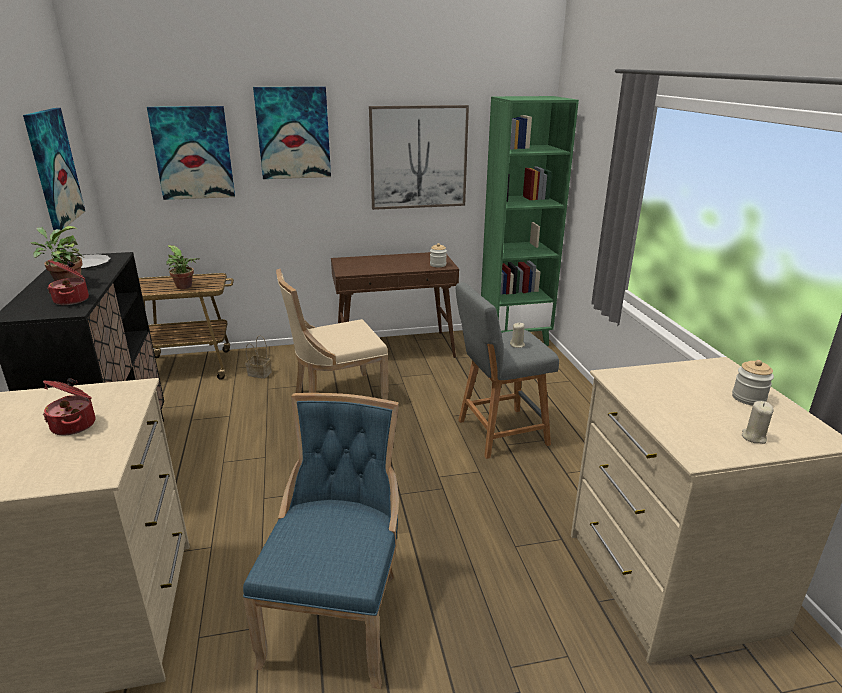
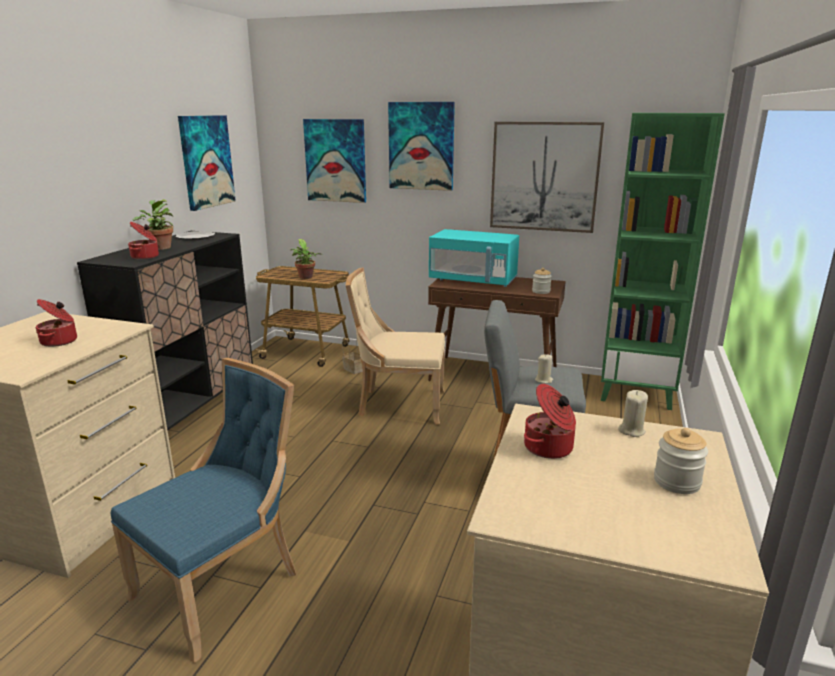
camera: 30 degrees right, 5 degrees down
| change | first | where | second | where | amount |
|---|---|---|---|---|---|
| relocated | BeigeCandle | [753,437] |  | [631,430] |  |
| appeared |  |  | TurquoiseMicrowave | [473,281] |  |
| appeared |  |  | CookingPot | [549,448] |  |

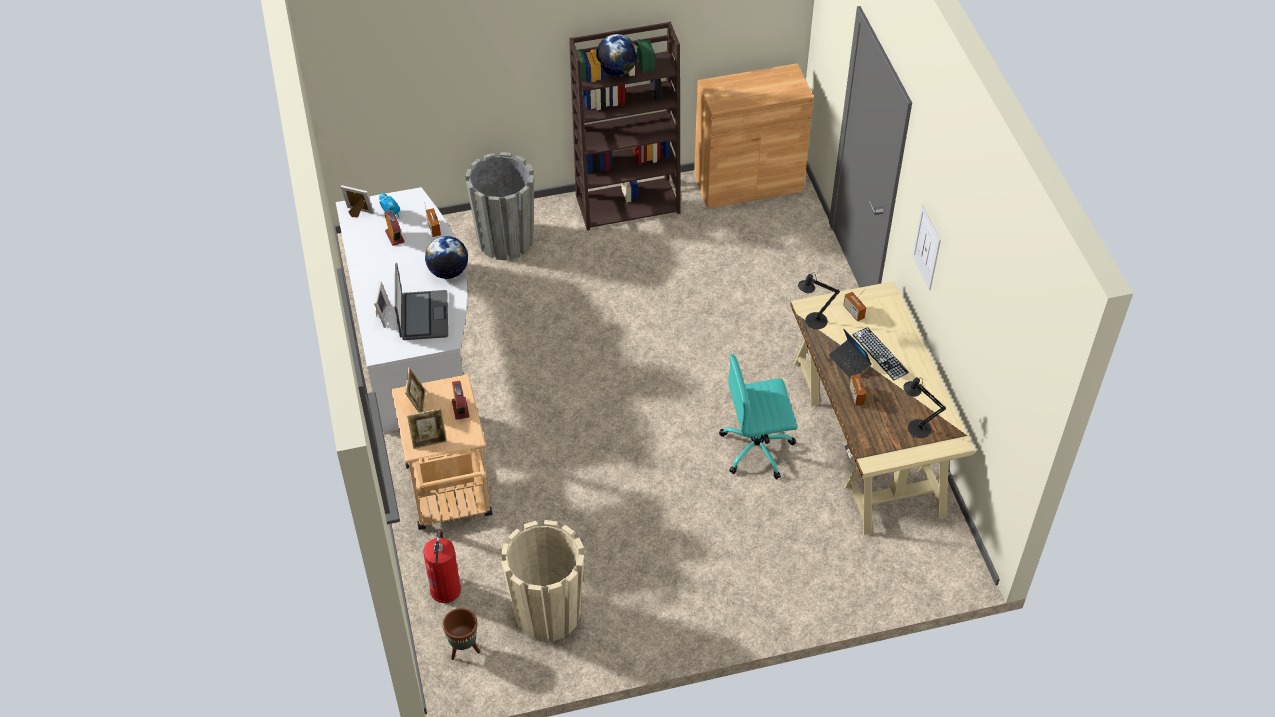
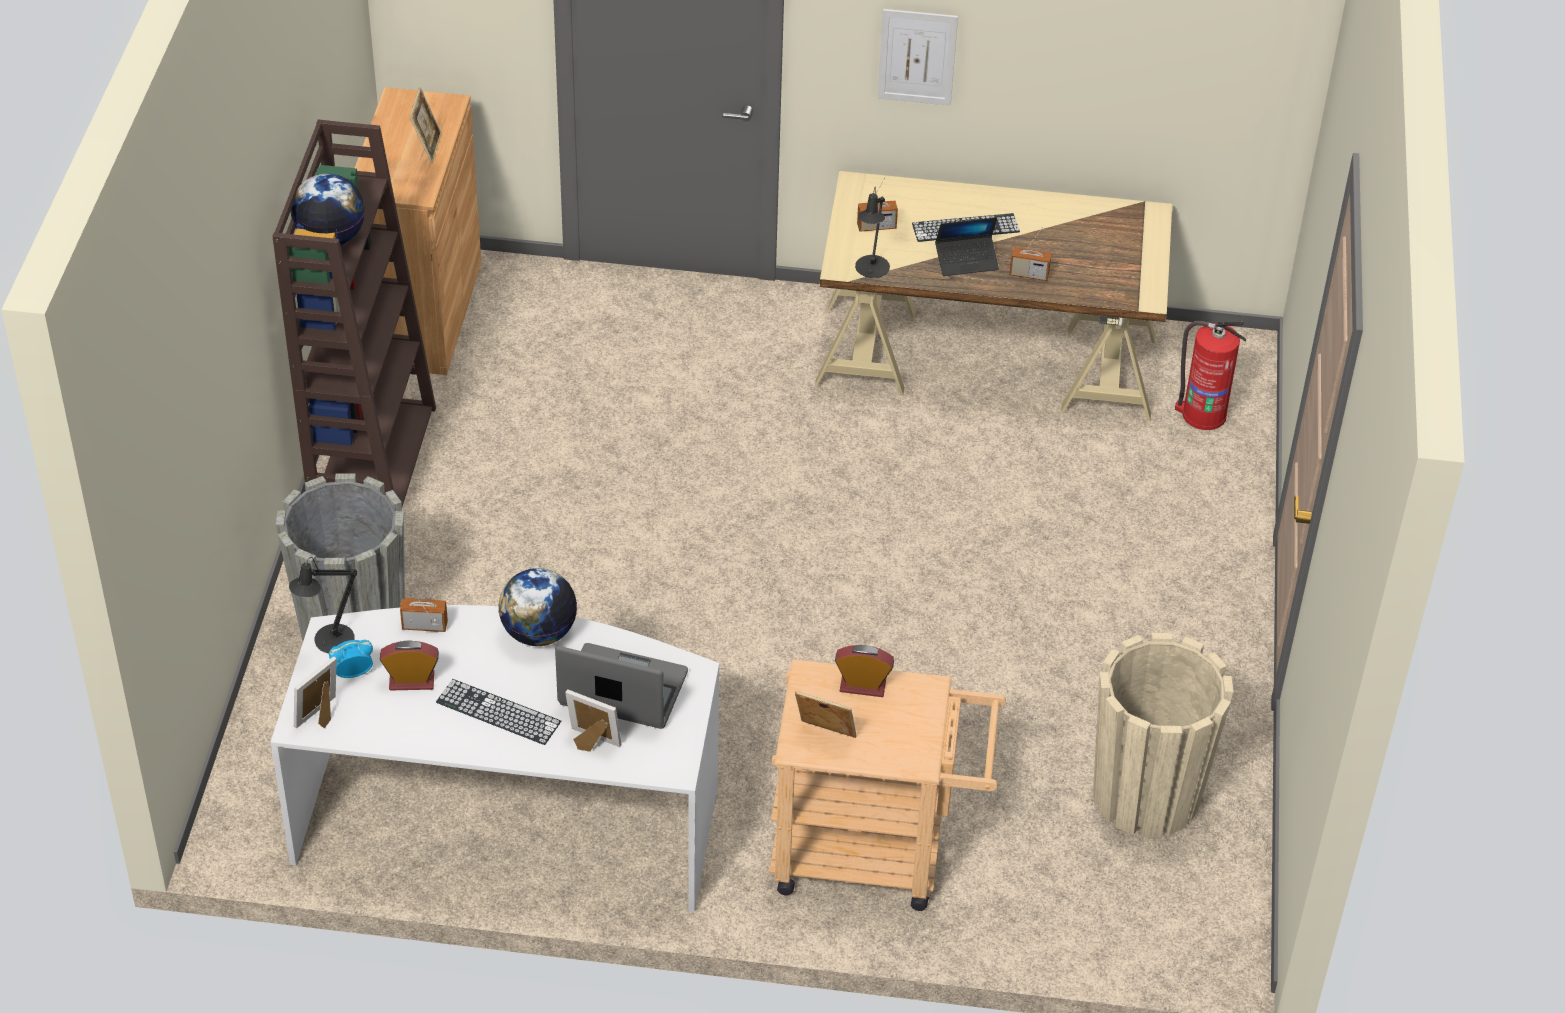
camera: 70 degrees left, 5 degrees down
| change | first | where | second | where | amount |
|---|---|---|---|---|---|
| relocated | PictureFrame | [429,440] |  | [427,147] |  |
| relocated | FireExtinguisher | [445,588] |  | [1202,414] |  |
| missing | BrownPlanter | [463,649] |  |  |  |
| missing | TurquoiseOfficeChair | [758,448] |  |  |  |
| relocated | BlackTableLamp | [916,427] |  | [329,642] |  |
| appeared |  |  | Keyboard | [498,712] |  |

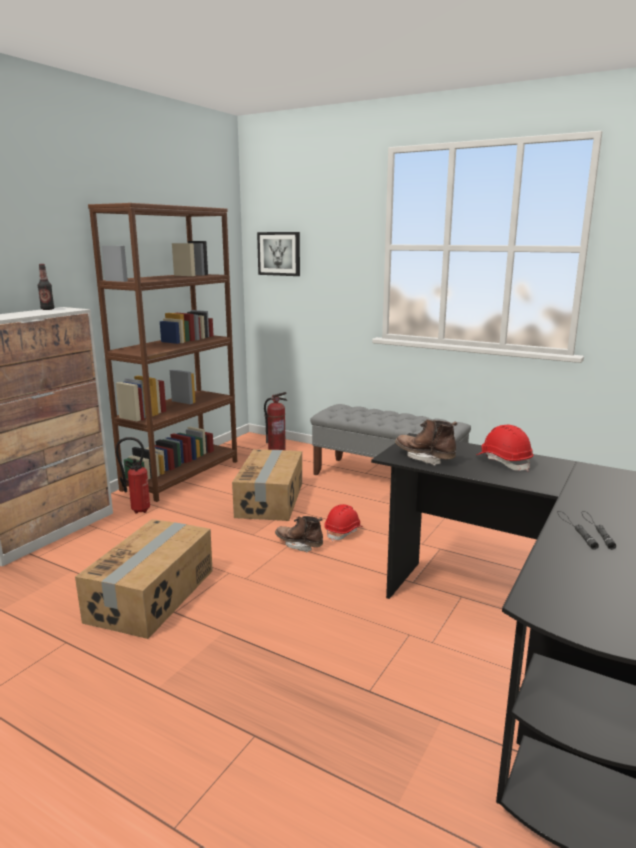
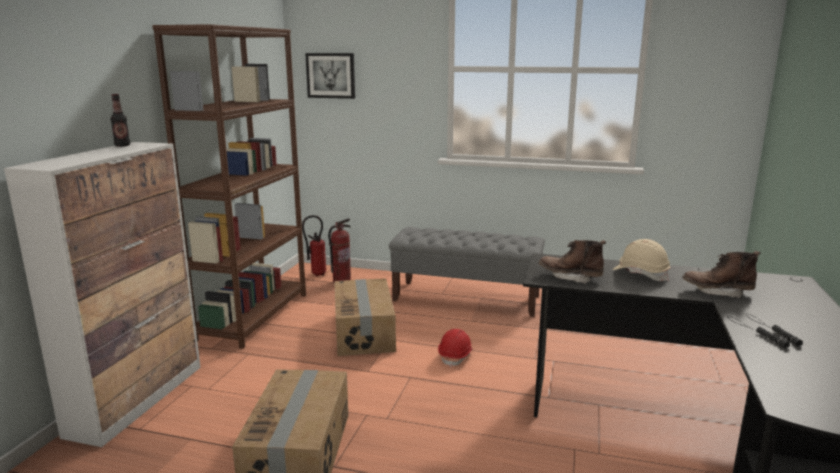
camera: 15 degrees left, 0 degrees up
| change | first | where | second | where | amount |
|---|---|---|---|---|---|
| relocated | FireExtinguisher | [137,510] |  | [316,274] |  |
| relocated | BrownBoot | [299,545] |  | [717,292] |  |
| colour | RedHardHat | [503,462] | BeigeHardHat | [640,274] |  |

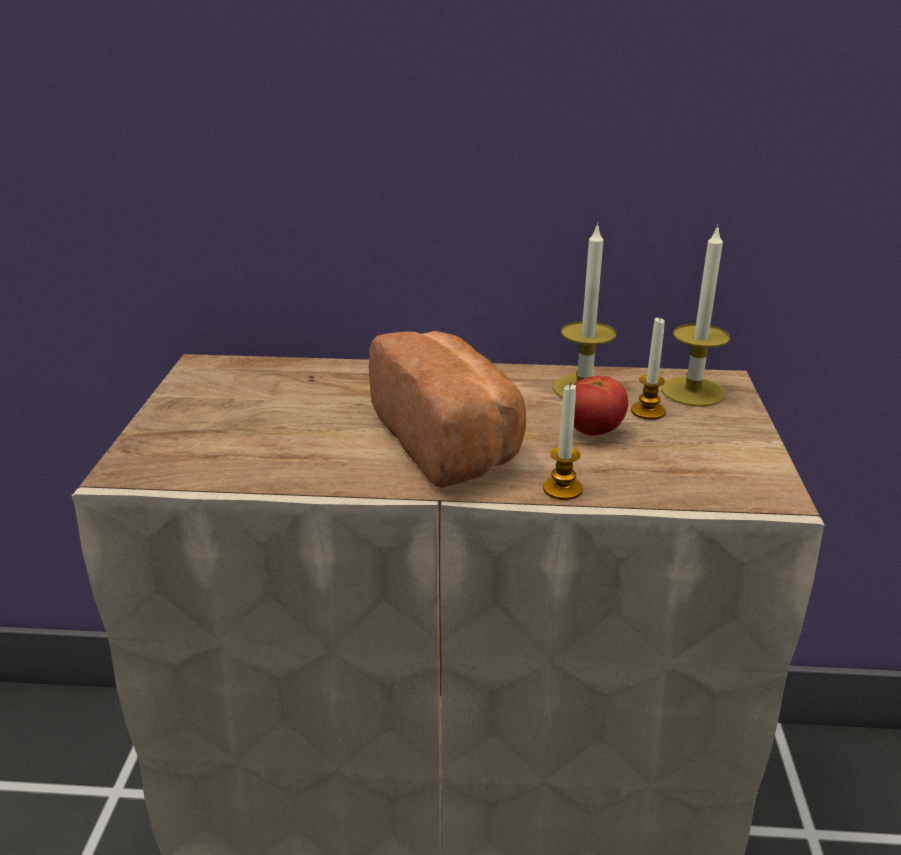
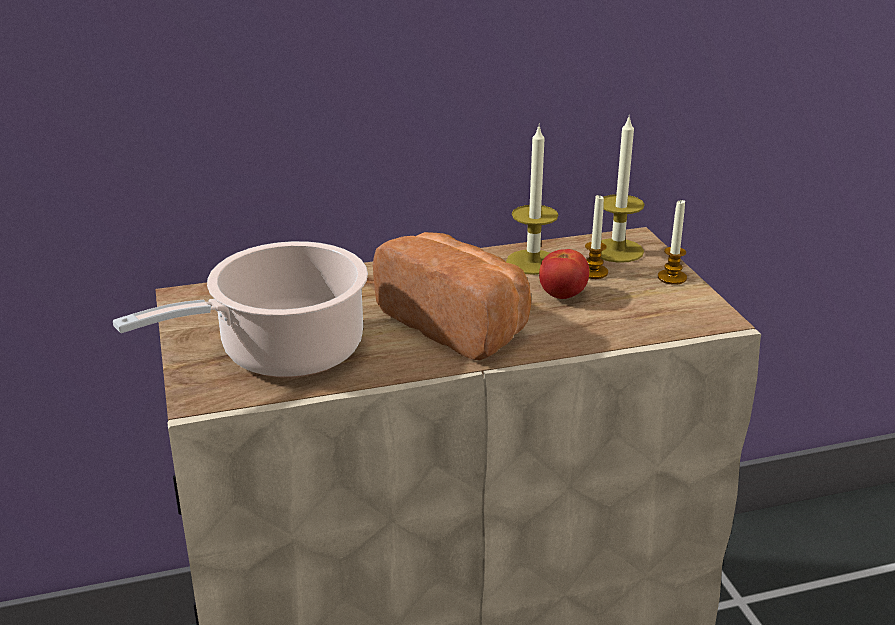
camera: 20 degrees left, 0 degrees up
| change | first | where | second | where | amount |
|---|---|---|---|---|---|
| relocated | Candle | [562,489] |  | [672,278] |  |
| appeared |  |  | CookingPot | [283,352] |  |

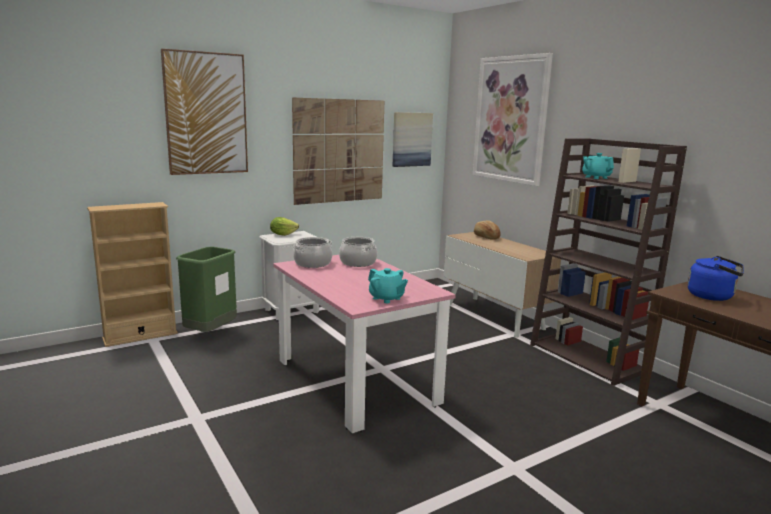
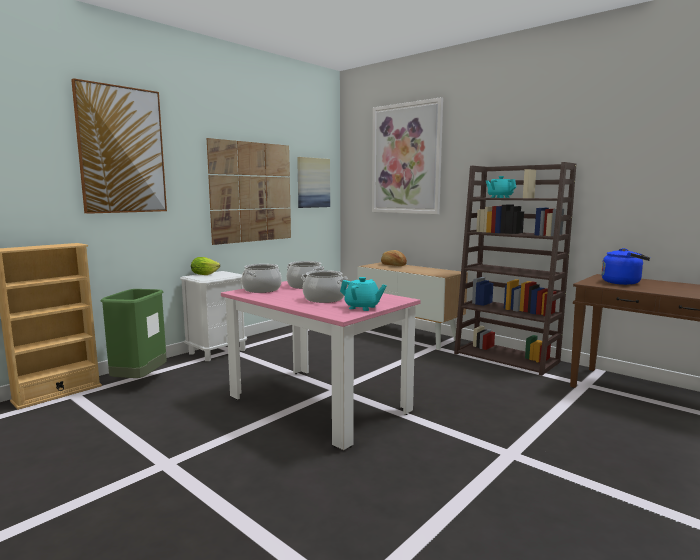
camera: 15 degrees left, 5 degrees down
| change | first | where | second | where | amount |
|---|---|---|---|---|---|
| appeared |  |  | CookingPot | [324,299] |  |

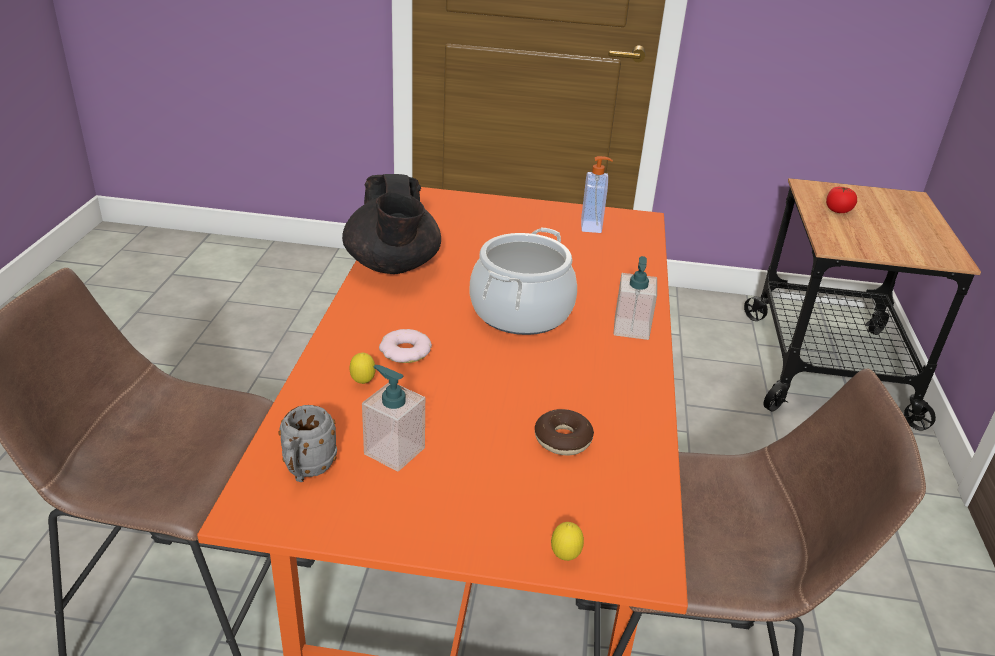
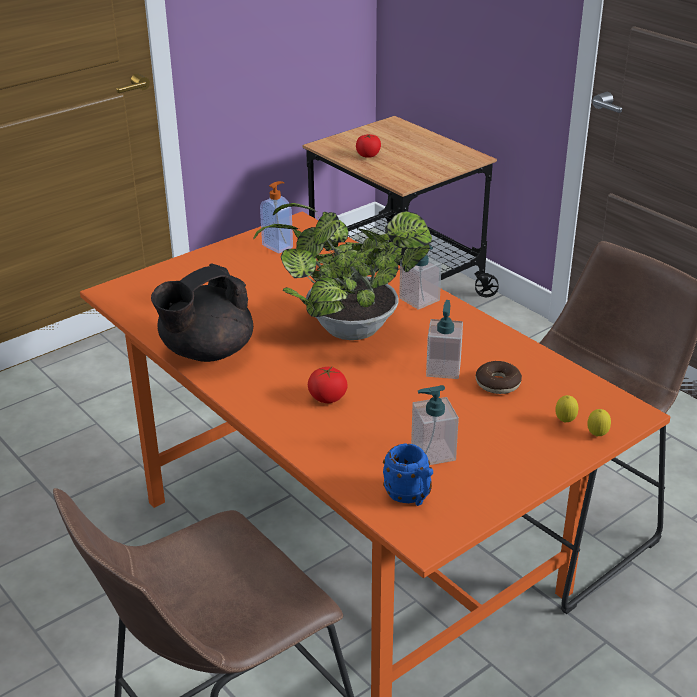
camera: 45 degrees left, 0 degrees up
| change | first | where | second | where | amount |
|---|---|---|---|---|---|
| colour | GreyMug | [306,470] | BlueMug | [410,497] |  |
| spun | BlackTeapot | [393,266] |  | [206,352] | 105 degrees clockwise |
| relocated | Lemon | [363,383] |  | [565,422] |  |
| exchanged | Donut | [405,351] | Tomato | [327,398] |  |
| exchanged | CookingPot | [521,312] | PottedPlant | [344,329] |  |
| appeared |  |  | SoapDispenser | [443,368] |  |

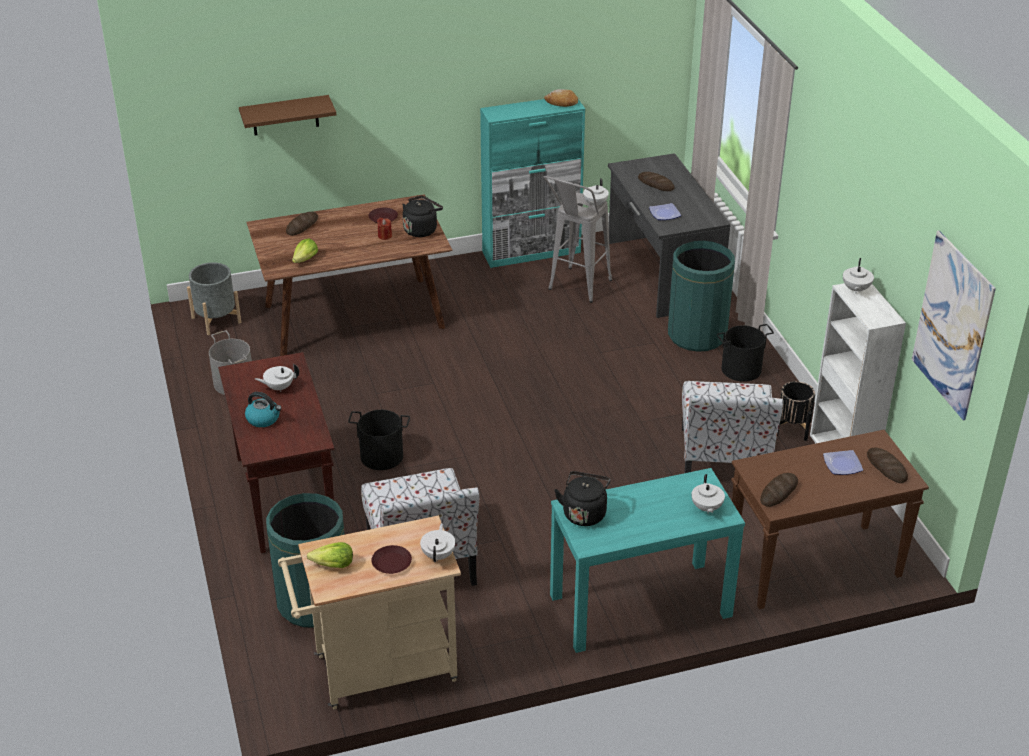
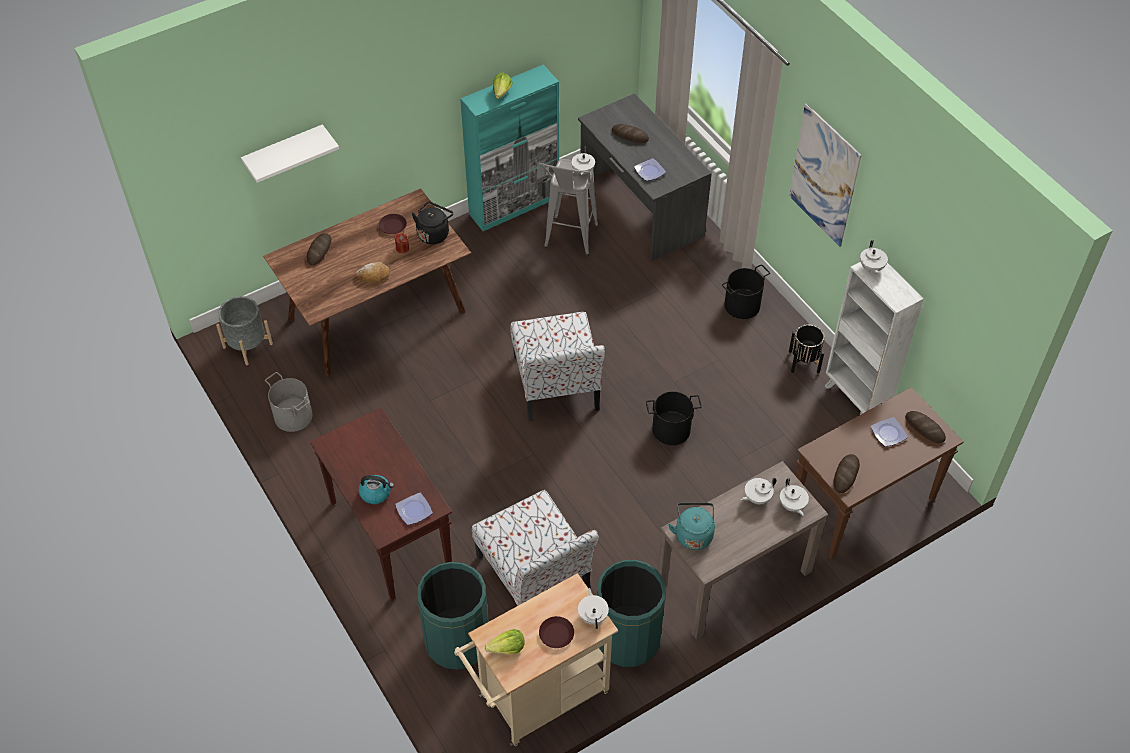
camera: 15 degrees left, 15 degrees up
| change | first | where | second | where | amount |
|---|---|---|---|---|---|
| colour | BrownShelf | [285,115] | WhiteShelf | [284,152] |  |
| relocated | WhiteTeapot | [279,387] |  | [756,498] |  |
| relocated | Lettuce | [305,259] |  | [502,92] |  |
| relocated | BlackBucket | [382,455] |  | [671,429] |  |
| relocated | Bread | [561,103] |  | [373,276] |  |
| colour | TurquoiseConsoleTable | [640,606] | BrownConsoleTable | [733,579] |  |
| colour | BlackKettle | [584,512] | TurquoiseKettle | [693,534] |  |
| relocated | GreenTrashCan | [696,335] |  | [627,639] |  |
| relocated | Chair | [724,462] |  | [556,384] |  |
| relocated | Picture | [952,325] |  | [824,176] |  |
| appeared |  |  | Plate | [413,510] |  |

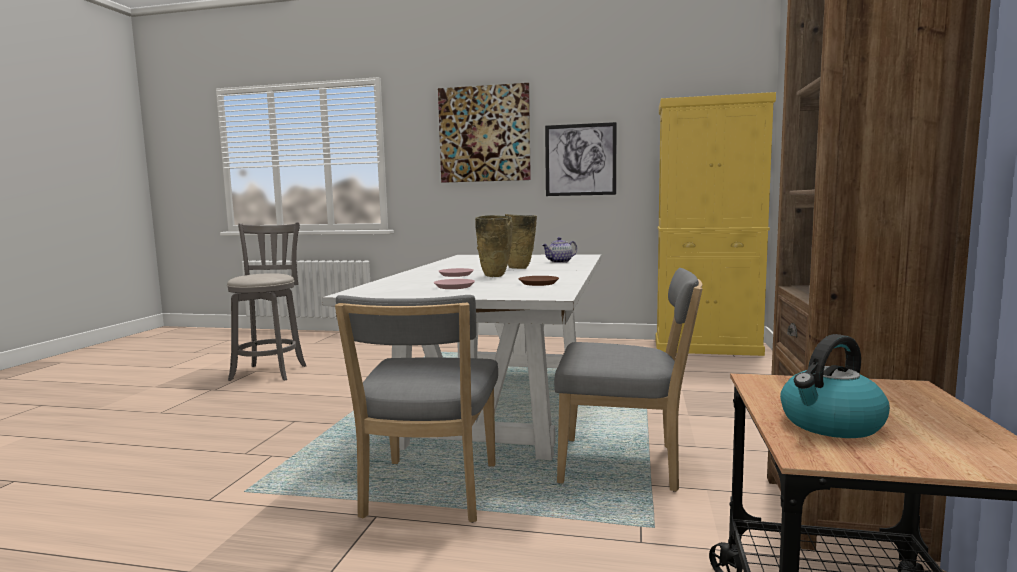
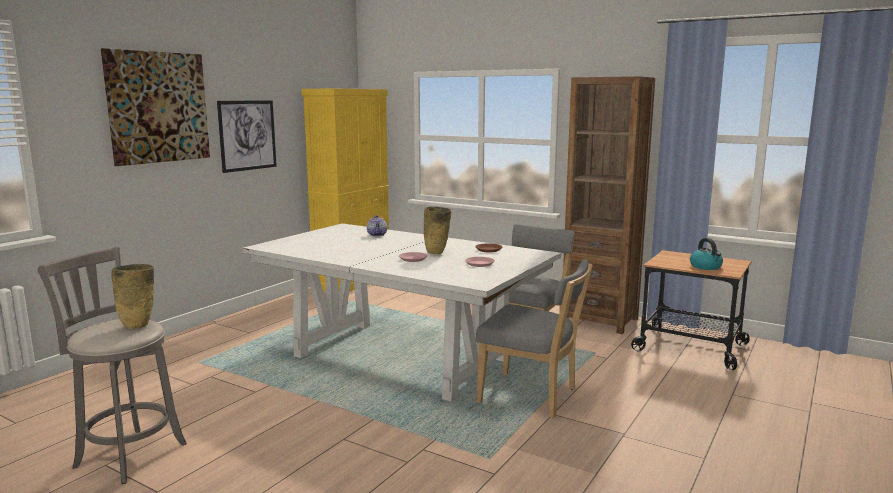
camera: 70 degrees left, 5 degrees up
| change | first | where | second | where | amount |
|---|---|---|---|---|---|
| relocated | BeigeVase | [521,268] |  | [139,325] |  |

